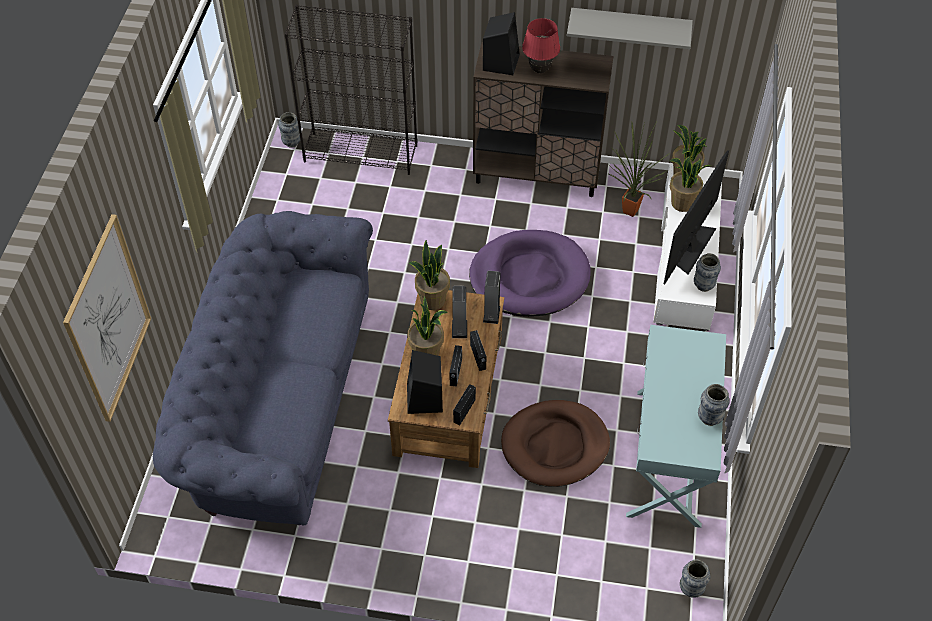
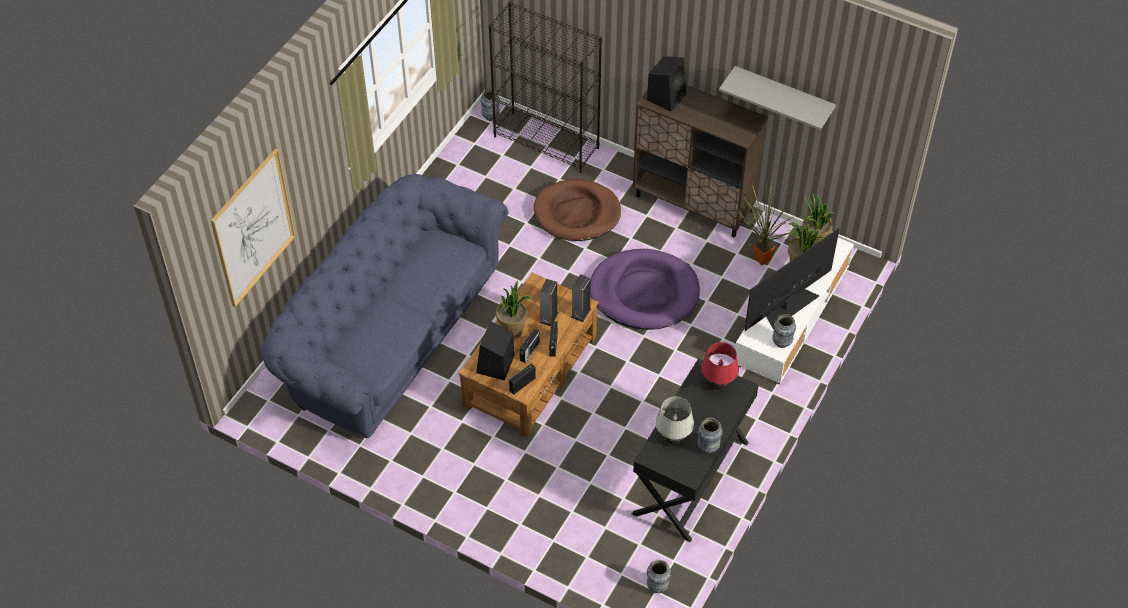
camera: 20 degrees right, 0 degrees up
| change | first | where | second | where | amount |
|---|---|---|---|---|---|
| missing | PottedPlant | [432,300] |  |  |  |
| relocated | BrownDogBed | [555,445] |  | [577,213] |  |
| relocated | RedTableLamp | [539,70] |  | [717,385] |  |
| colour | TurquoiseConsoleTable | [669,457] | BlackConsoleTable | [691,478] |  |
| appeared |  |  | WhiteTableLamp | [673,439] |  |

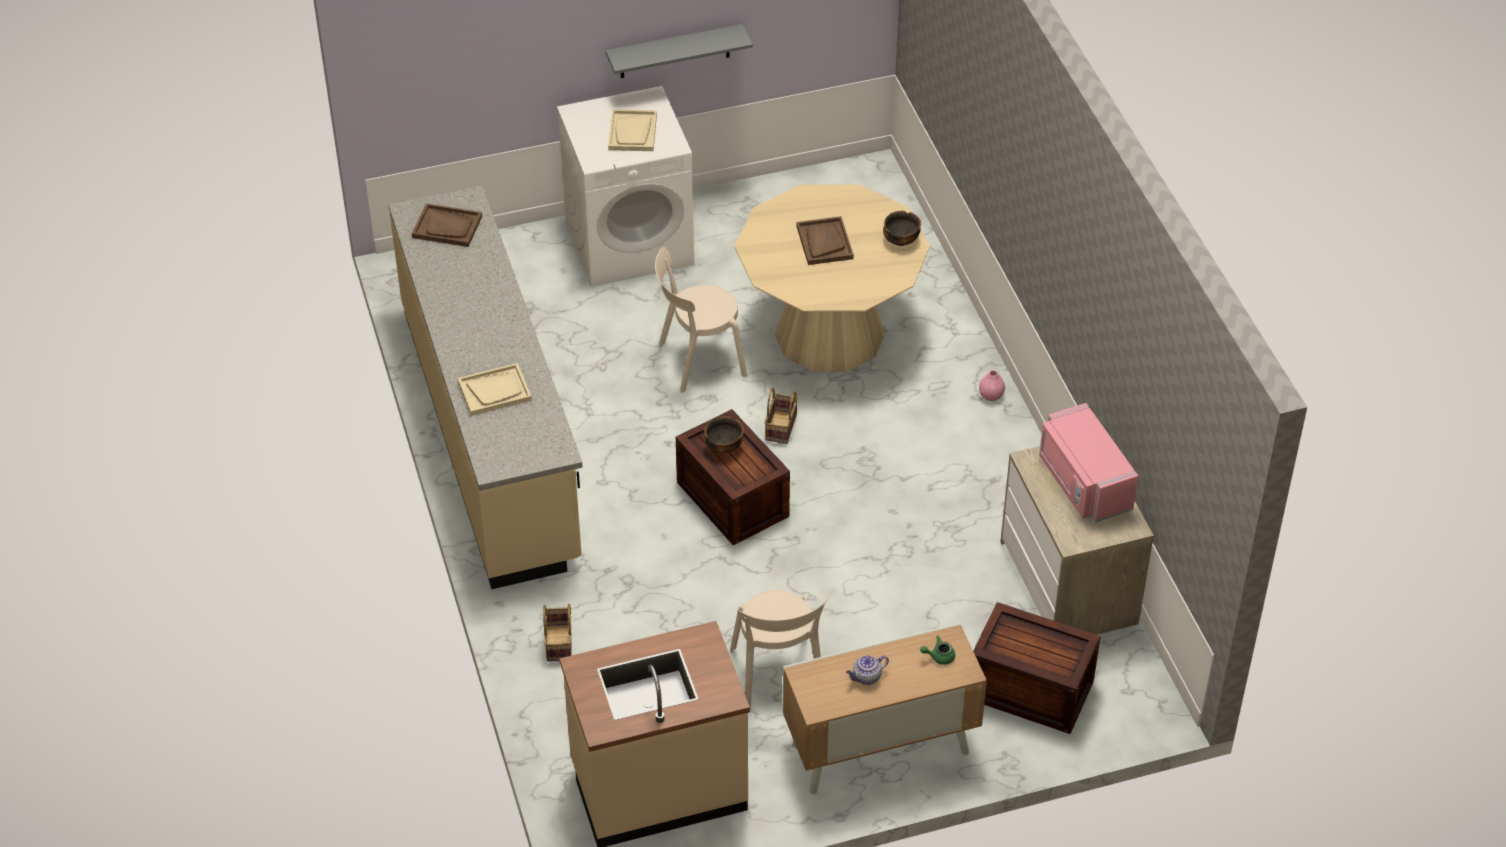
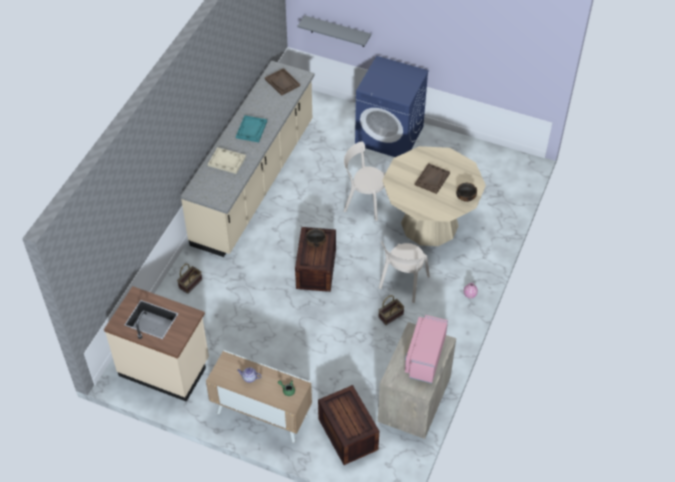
camera: 40 degrees right, 5 degrees up
| change | first | where | second | where | amount |
|---|---|---|---|---|---|
| colour | WhiteWashingMachine | [630,243] | BlueWashingMachine | [390,135] |  |
| relocated | GreyShelf | [674,52] |  | [337,31] |  |
| missing | BeigeTray | [632,132] |  |  |  |
| relocated | BeigeChair | [778,676] |  | [403,284] |  |
| relocated | Basket | [781,428] |  | [390,316] |  |
| appeared |  |  | TurquoiseTray | [251,129] |  |

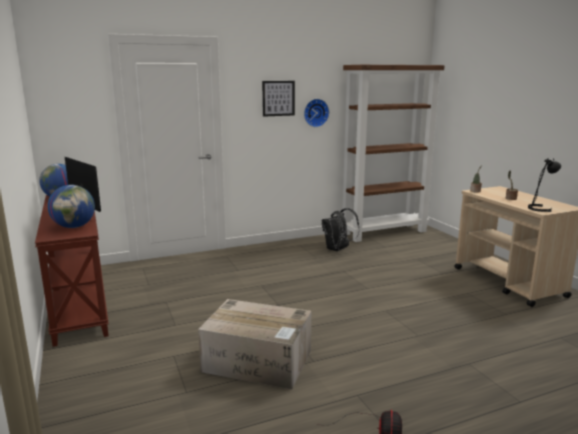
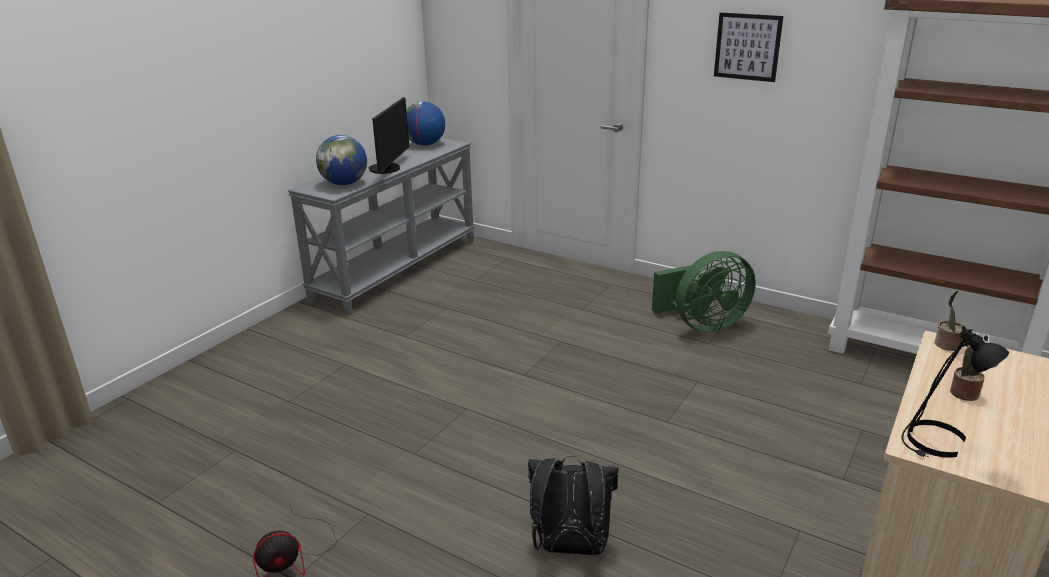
camera: 55 degrees right, 10 degrees up
| change | first | where | second | where | amount |
|---|---|---|---|---|---|
| colour | BrownConsoleTable | [78,301] | GreyConsoleTable | [396,269] |  |
| missing | CardboardBox | [259,361] |  |  |  |
| missing | WallClock | [315,112] |  |  |  |
| relocated | BlackBackpack | [338,249] |  | [570,548] |  |
| appeared |  |  | GreenFan | [703,325] |  |

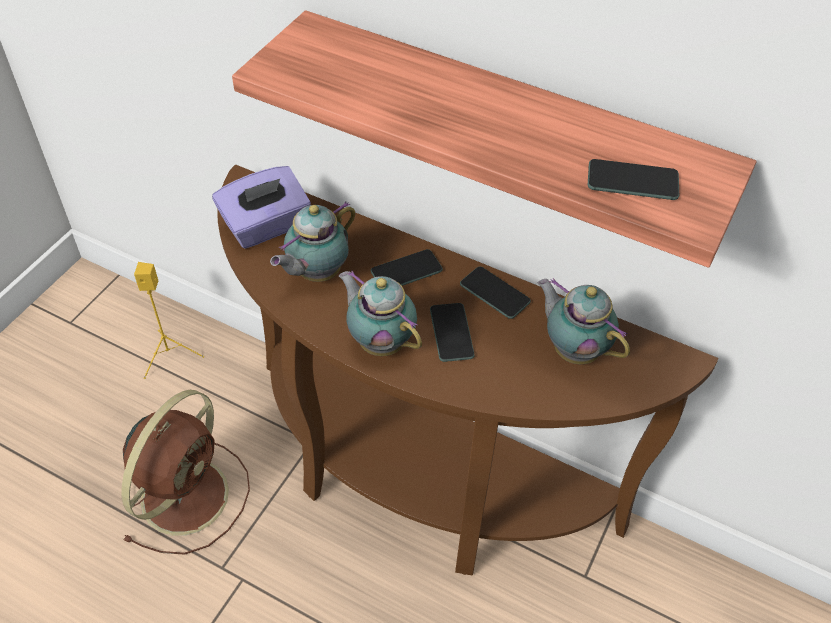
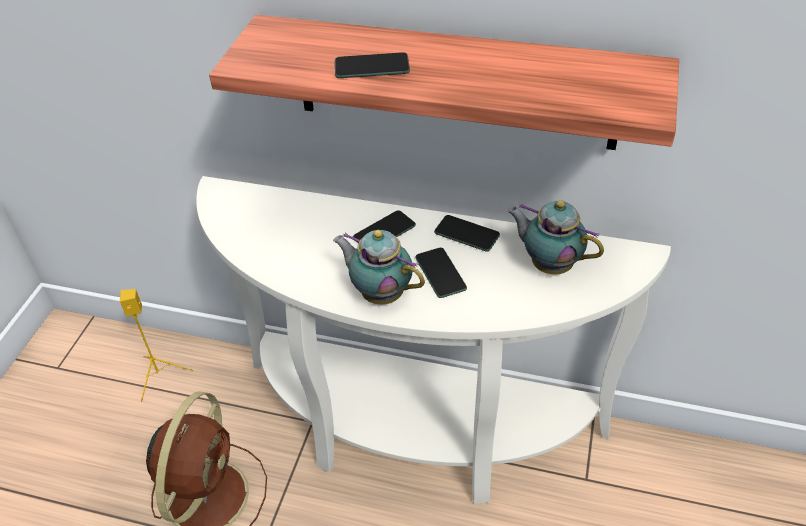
camera: 10 degrees left, 5 degrees down
| change | first | where | second | where | amount |
|---|---|---|---|---|---|
| missing | PurpleTissueBox | [266,226] |  |  |  |
| colour | BrownConsoleTable | [414,480] | WhiteConsoleTable | [413,433] |  |
| missing | Teapot | [316,273] |  |  |  |
| relocated | Phone | [632,181] |  | [372,67] |  |

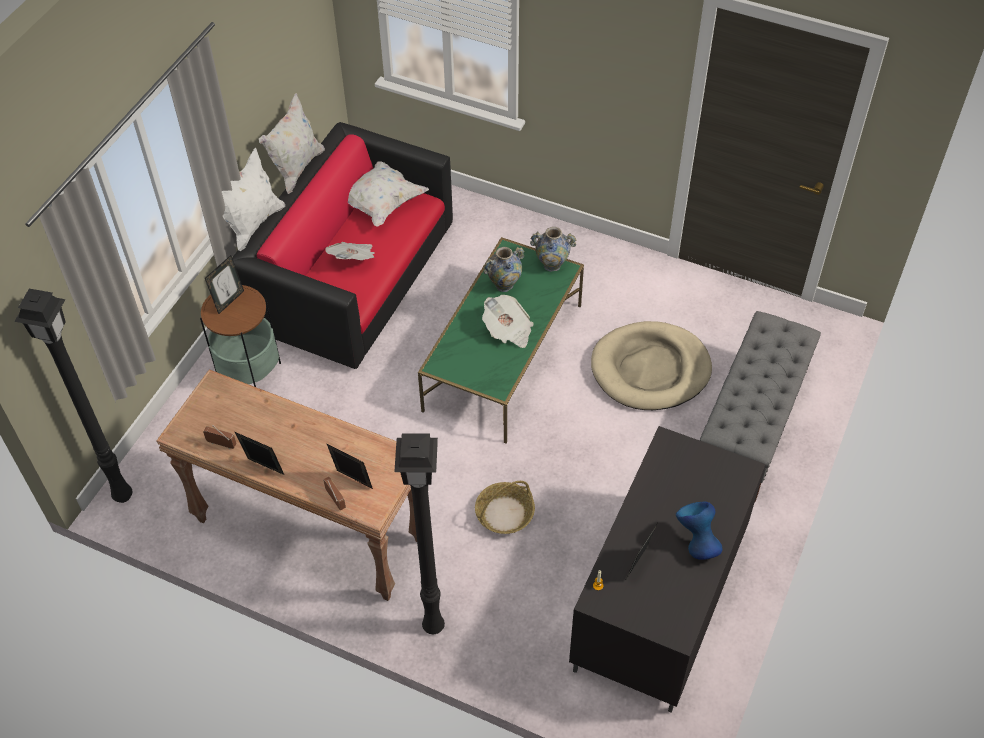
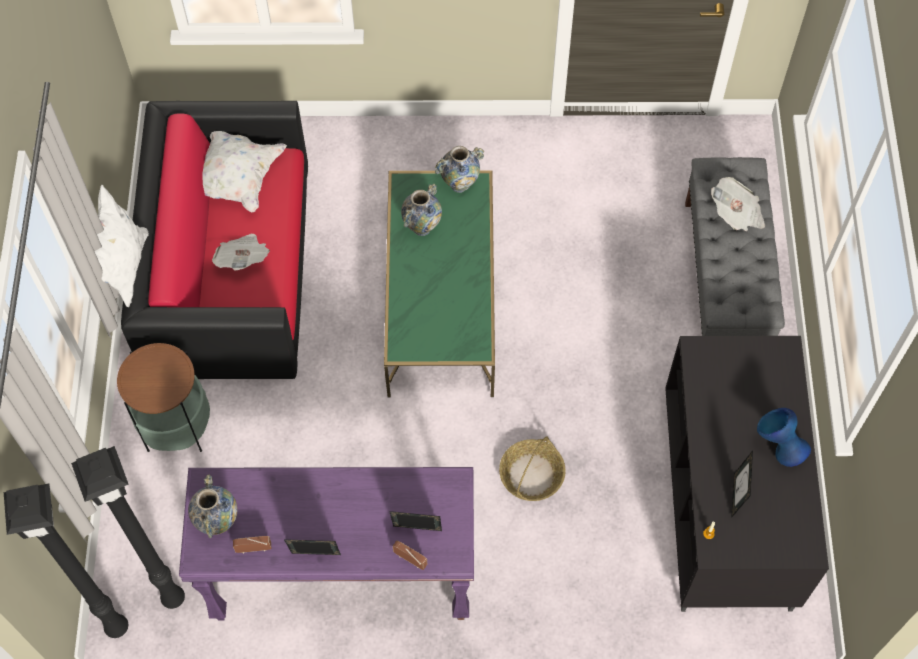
camera: 25 degrees left, 10 degrees up
| change | first | where | second | where | amount |
|---|---|---|---|---|---|
| colour | BrownConsoleTable | [308,531] | PurpleConsoleTable | [341,580] |  |
| missing | PictureFrame | [229,301] |  |  |  |
| missing | WhitePillow | [296,169] |  |  |  |
| relocated | BlackFloorLamp | [434,627] |  | [175,599] |  |
| relocated | Newspaper | [508,330] |  | [736,214] |  |
| missing | BeigeDogBed | [650,369] |  |  |  |
| appeared |  |  | Vase | [218,522] |  |

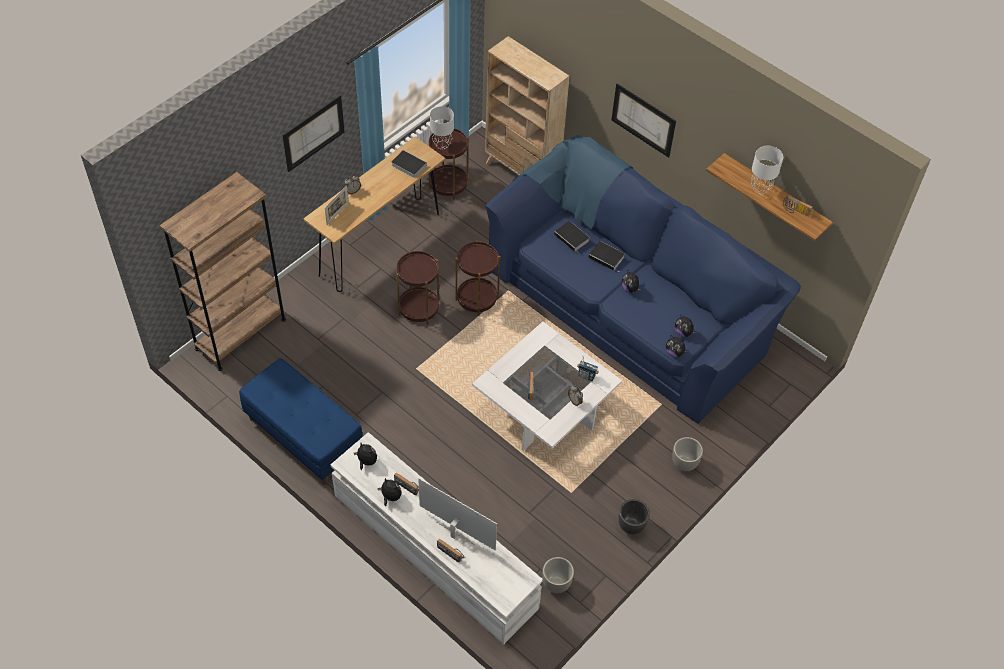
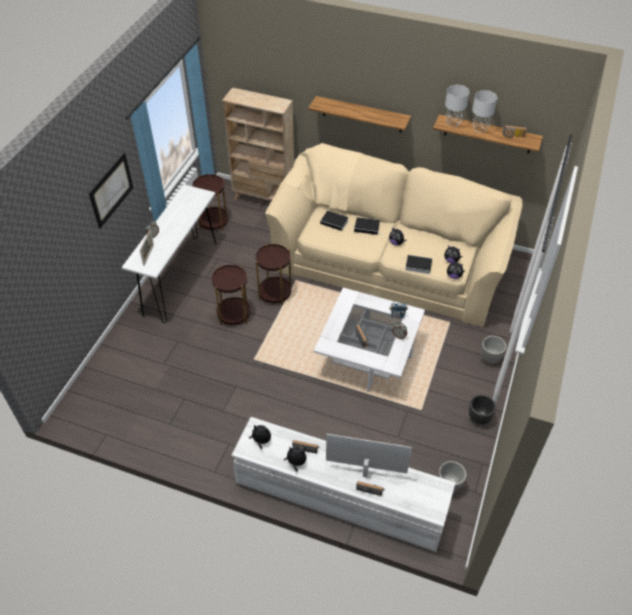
camera: 20 degrees left, 5 degrees down
| change | first | where | second | where | amount |
|---|---|---|---|---|---|
| missing | BrownBookcase | [240,334] |  |  |  |
| missing | BlueBench | [303,436] |  |  |  |
| colour | BrownConsoleTable | [379,244] | WhiteConsoleTable | [180,278] |  |
| relocated | Book | [407,165] |  | [417,265] |  |
| relocated | GreyTableLamp | [442,145] |  | [453,124] |  |
| colour | BlueSofa | [630,304] | BeigeSofa | [389,261] |  |
| exchanged | Picture | [643,120] | Shelf | [362,114] |  |

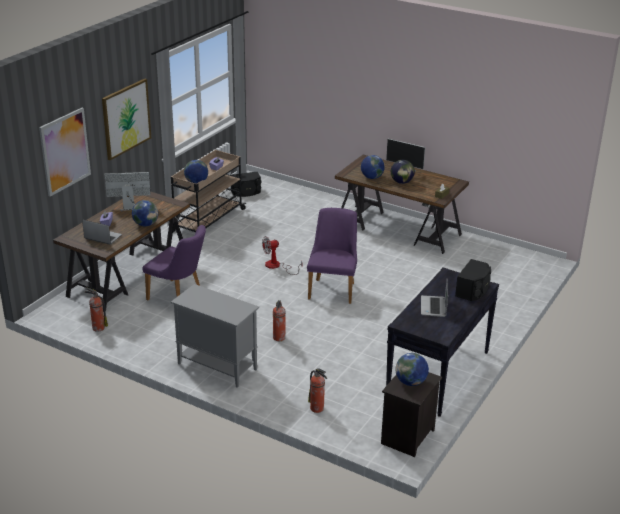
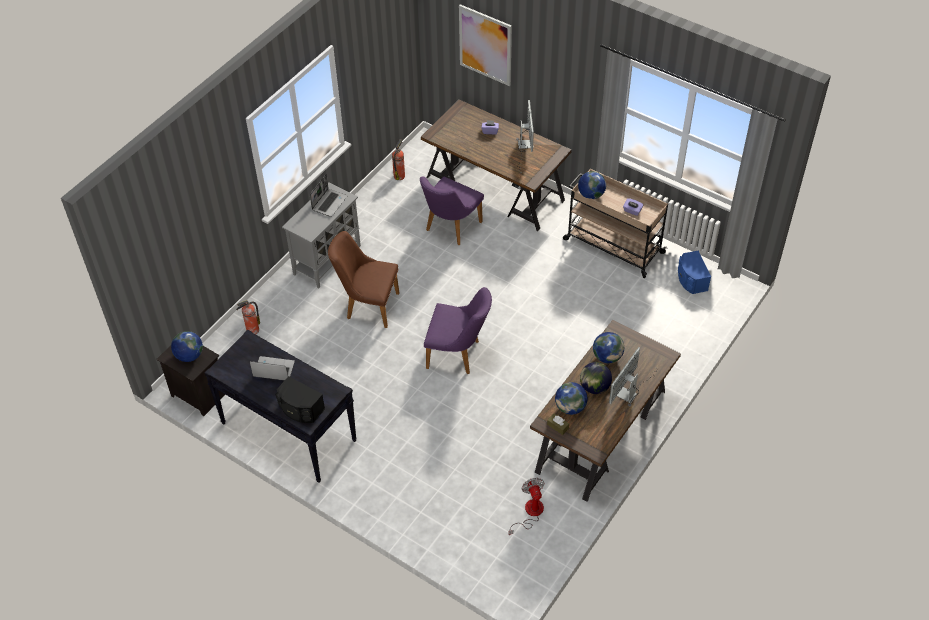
camera: 95 degrees right, 20 degrees up
| change | first | where | second | where | amount |
|---|---|---|---|---|---|
| relocated | Laptop | [102,237] |  | [329,203] |  |
| missing | Picture | [126,118] |  |  |  |
| relocated | Globe | [145,224] |  | [570,407] |  |
| colour | BlackSpeaker | [246,192] | BlueSpeaker | [691,280] |  |
| relocated | Fan | [277,266] |  | [530,513] |  |
| exchanged | FireExtinguisher | [279,338] | BrownChair | [367,305] |  |

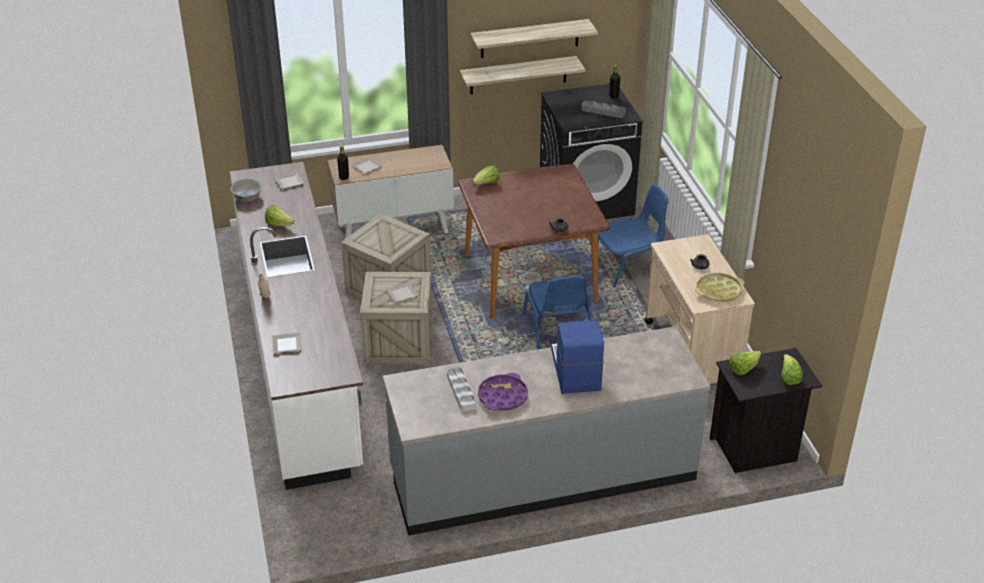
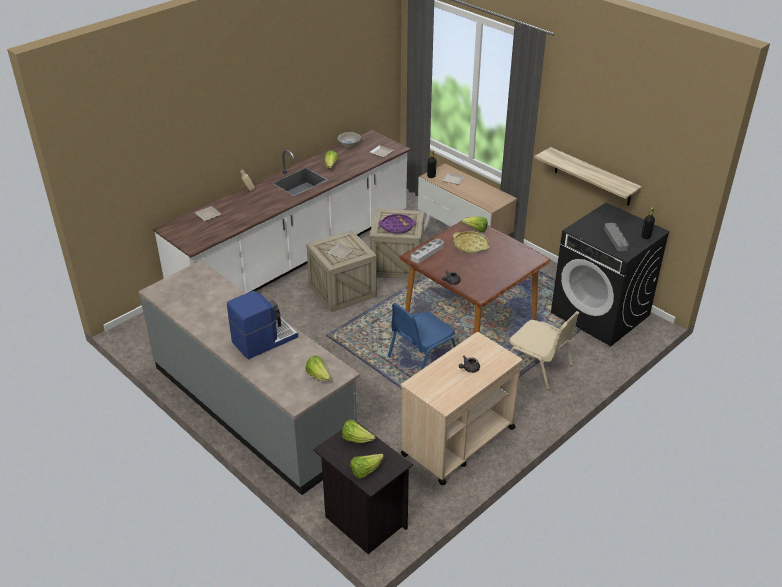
camera: 60 degrees right, 0 degrees up
| change | first | where | second | where | amount |
|---|---|---|---|---|---|
| relocated | GreyTray | [461,391] |  | [427,253] |  |
| missing | Shelf | [529,38] |  |  |  |
| relocated | PurpleTray | [502,396] |  | [397,226] |  |
| colour | BlueChair | [629,265] | BeigeChair | [538,366] |  |
| relocated | YellowTray | [719,291] |  | [470,245] |  |
| appeared |  |  | Lettuce | [318,376] |  |

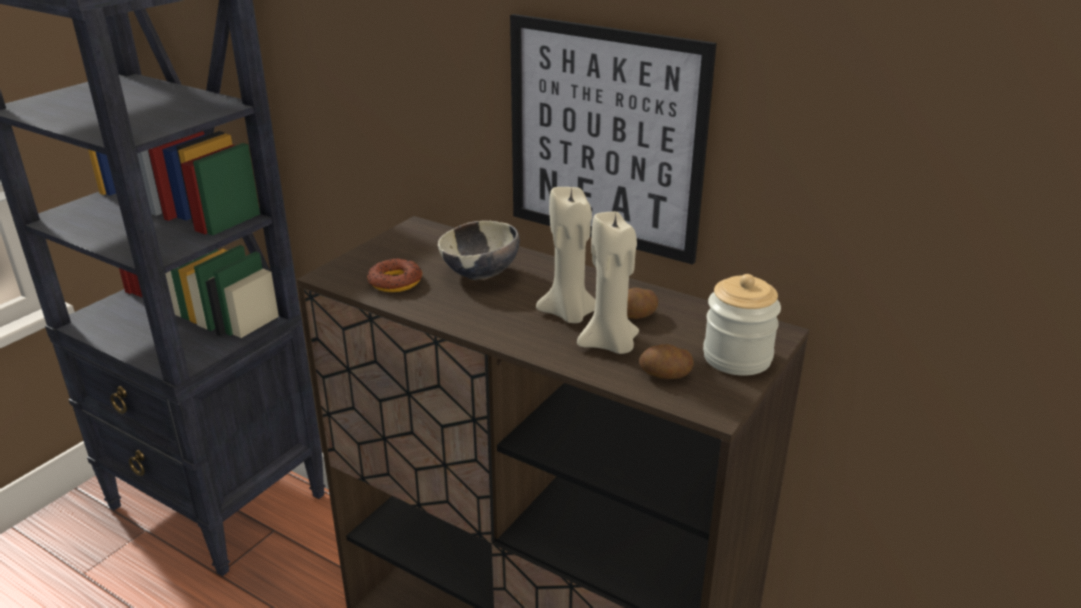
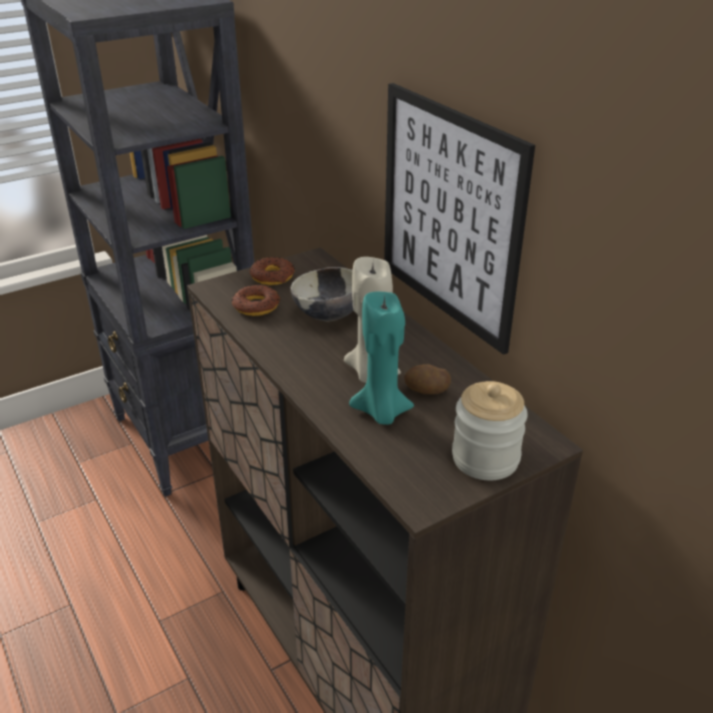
camera: 25 degrees right, 5 degrees up
| change | first | where | second | where | amount |
|---|---|---|---|---|---|
| colour | BeigeCandle | [610,345] | TurquoiseCandle | [381,412] |  |
| missing | Potato | [665,375] |  |  |  |
| appeared |  |  | Donut | [272,276] |  |

